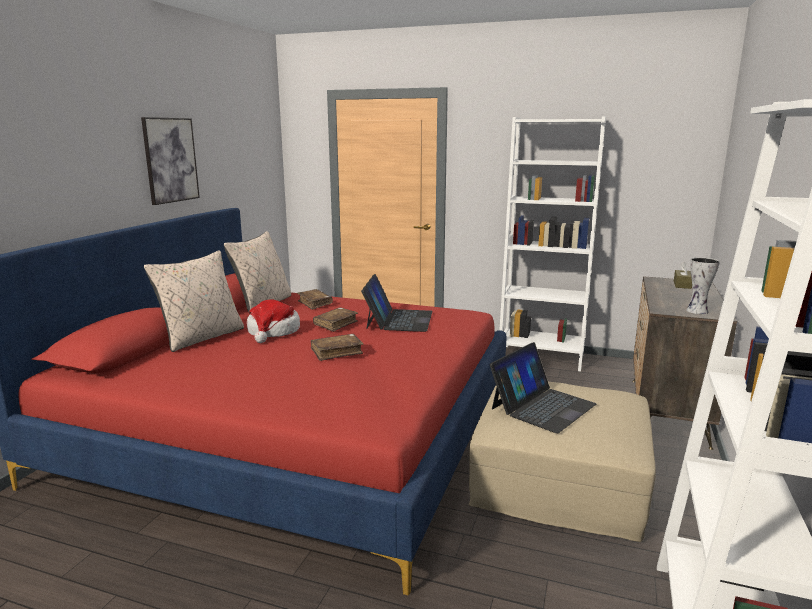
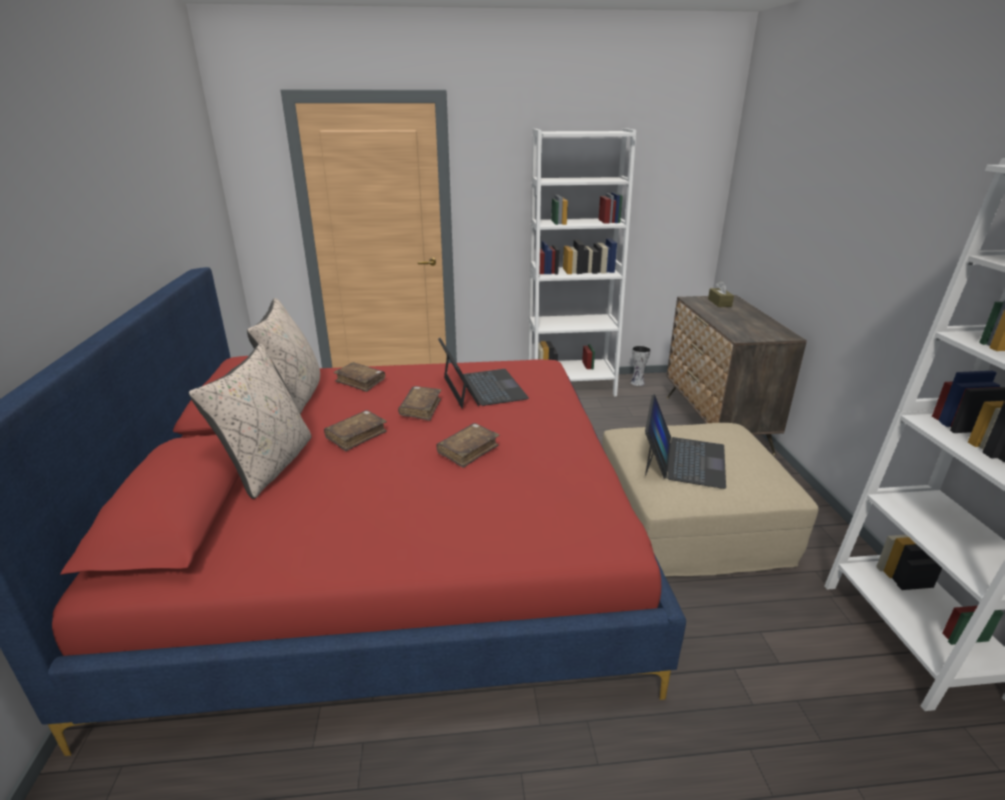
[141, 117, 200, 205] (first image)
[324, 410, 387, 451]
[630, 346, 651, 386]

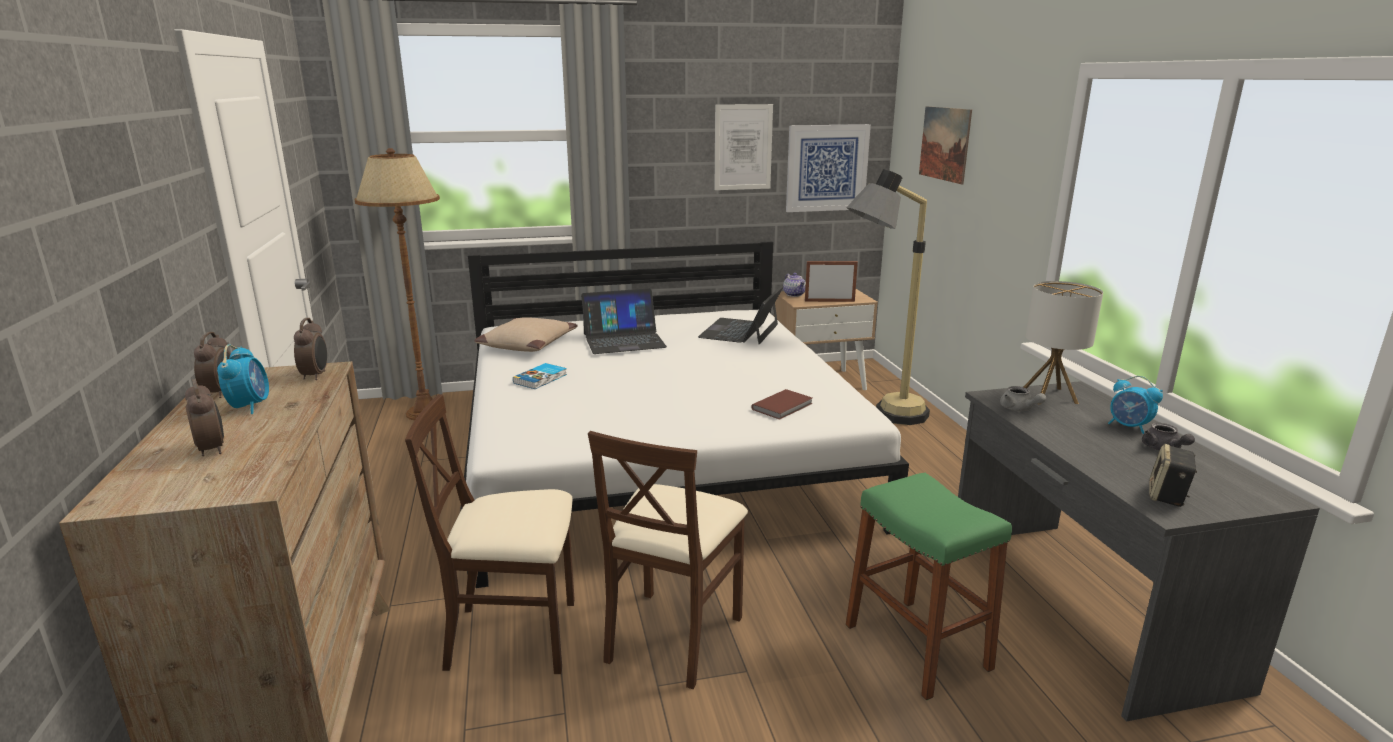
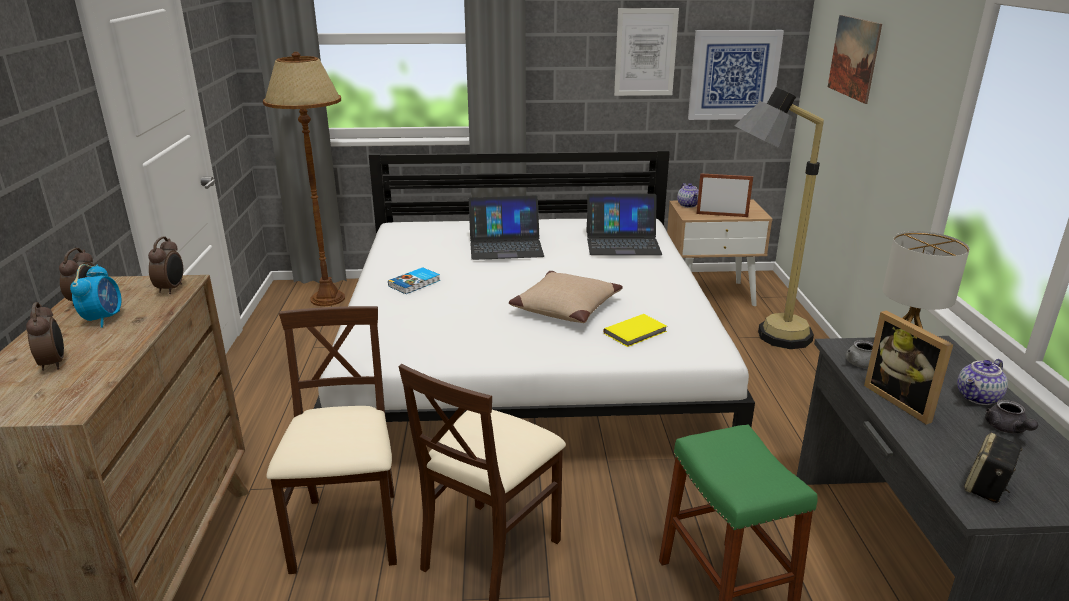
[267, 306, 397, 574]
[509, 271, 623, 323]
[586, 194, 662, 255]
[603, 314, 667, 347]
[957, 359, 1008, 405]
[864, 311, 953, 425]

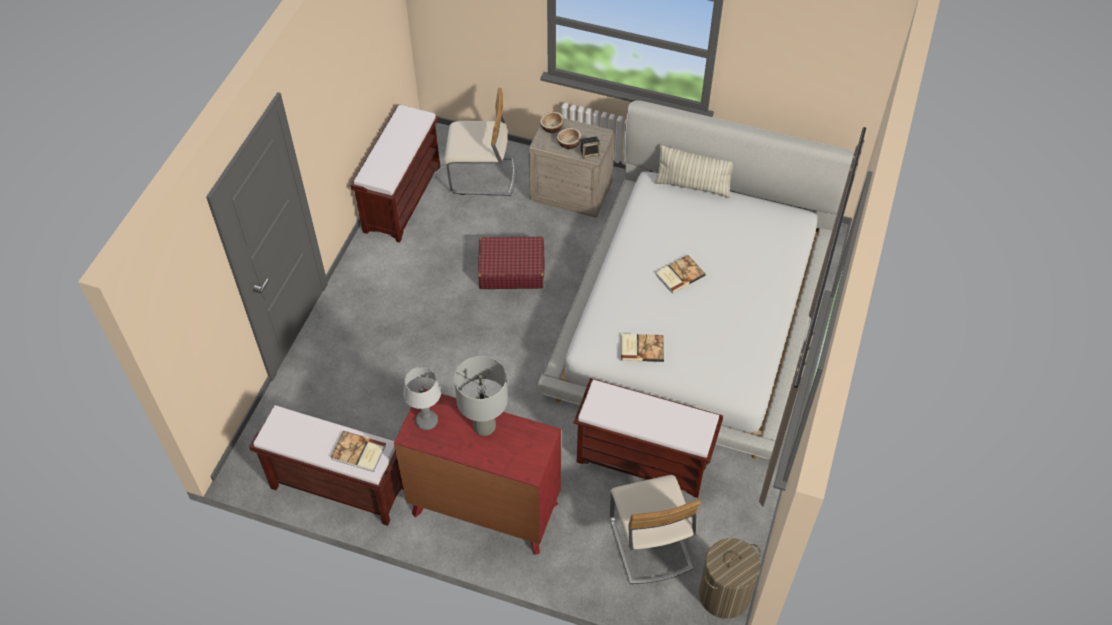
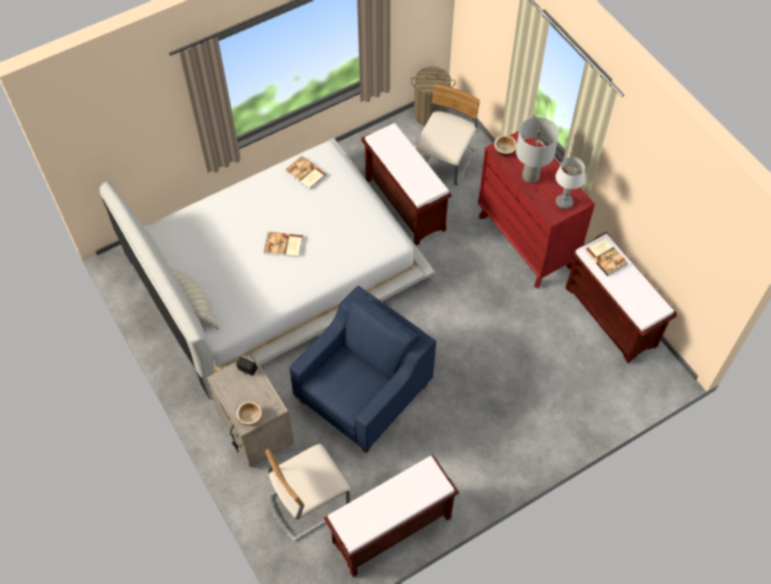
[266, 444, 350, 541]
[289, 286, 436, 453]
[494, 135, 517, 156]
[286, 156, 326, 189]

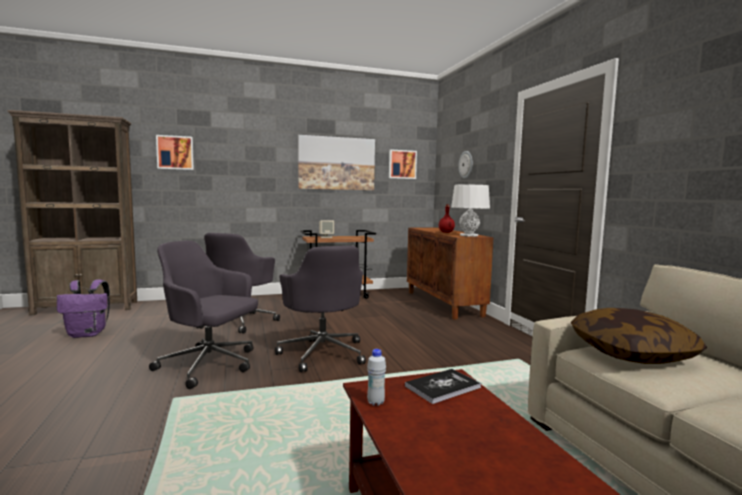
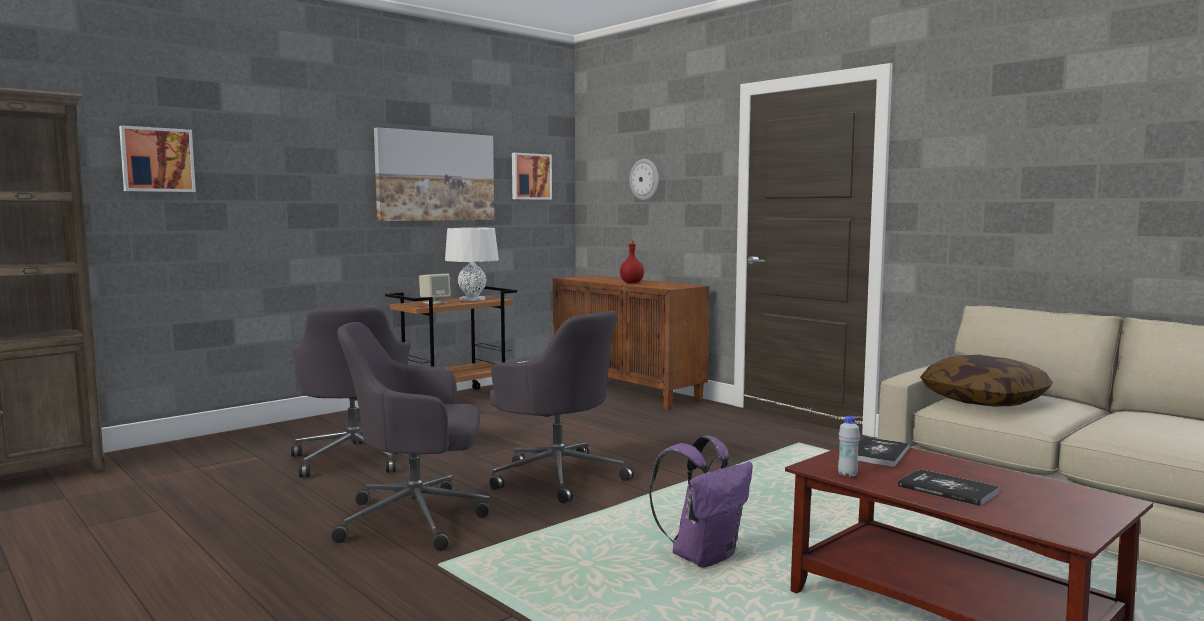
[649, 436, 753, 568]
[445, 228, 499, 301]
[898, 469, 999, 506]

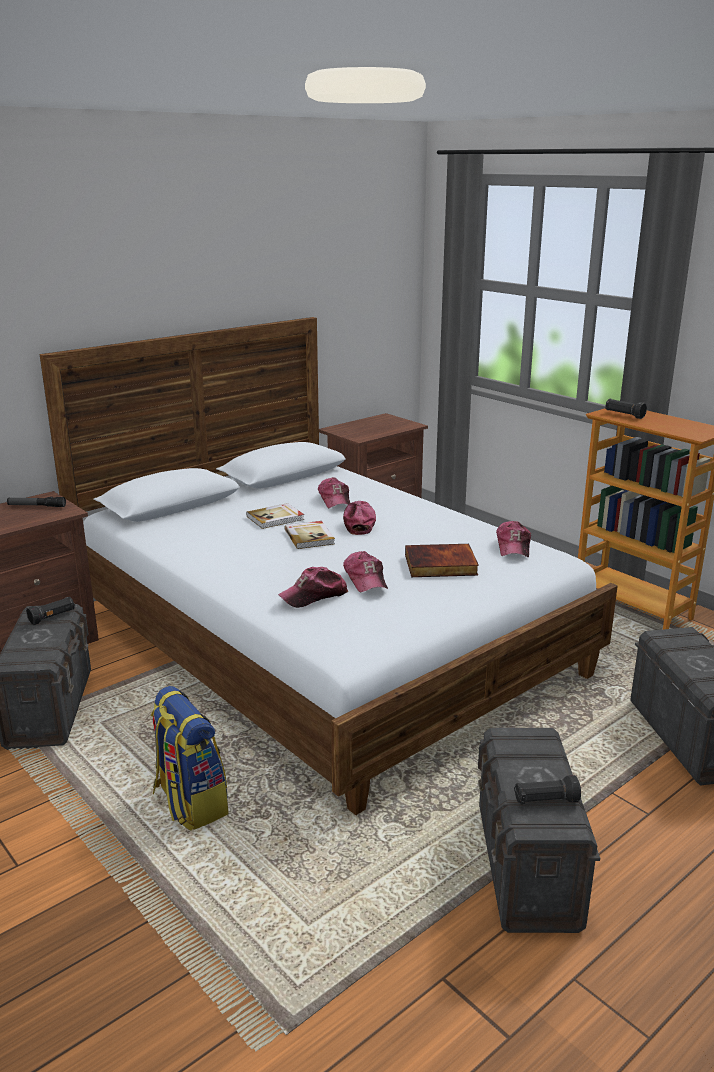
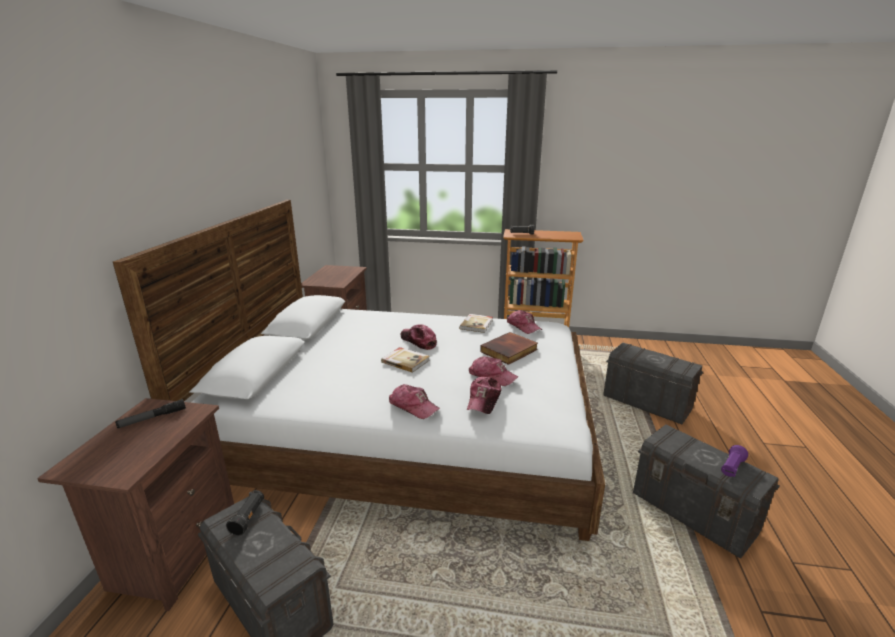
[151, 686, 228, 831] (first image)
[459, 314, 493, 333]
[389, 384, 440, 419]
[721, 445, 748, 477]

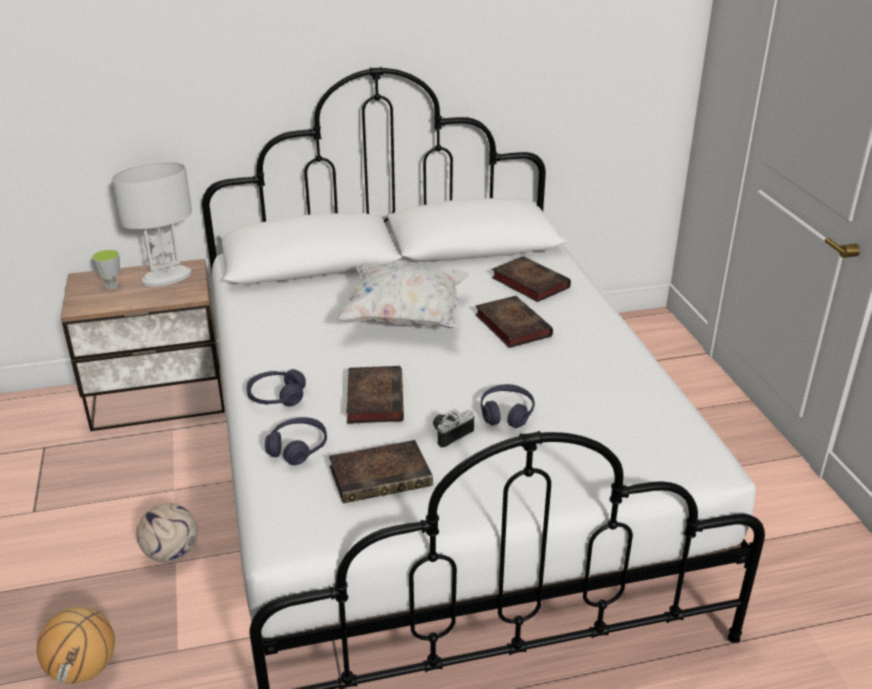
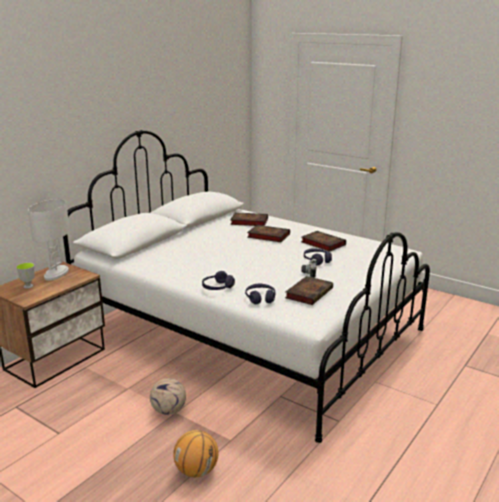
[335, 263, 469, 328] (first image)
[301, 231, 346, 252]

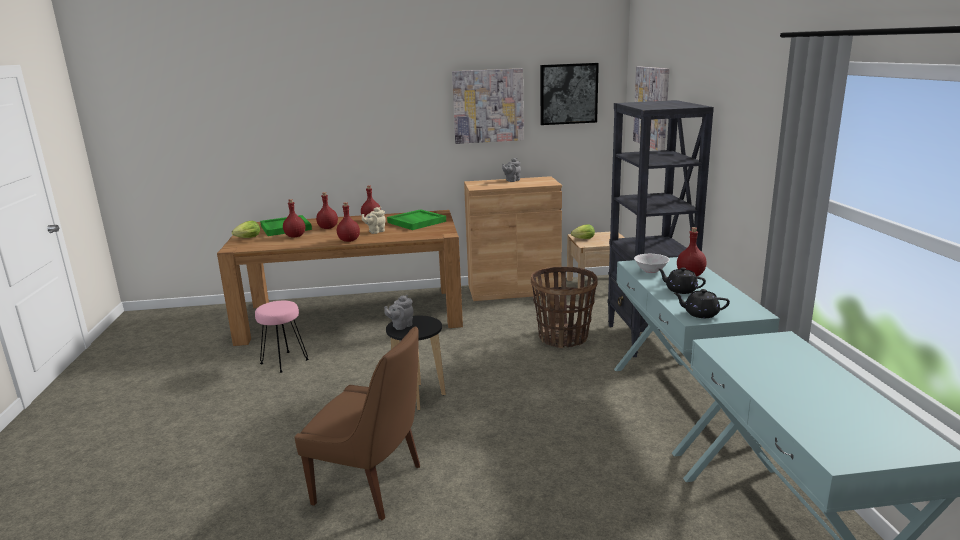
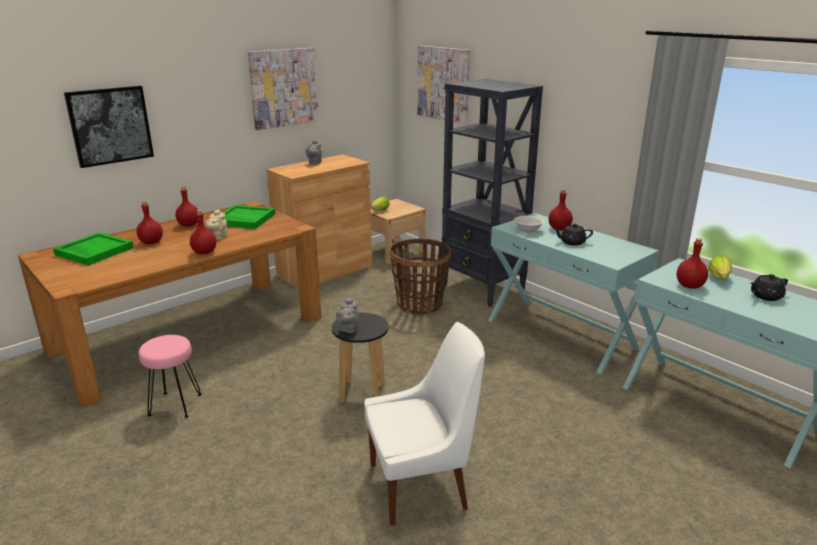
[708, 255, 732, 280]
[677, 238, 708, 289]
[364, 322, 485, 526]
[64, 86, 154, 168]
[751, 274, 788, 301]

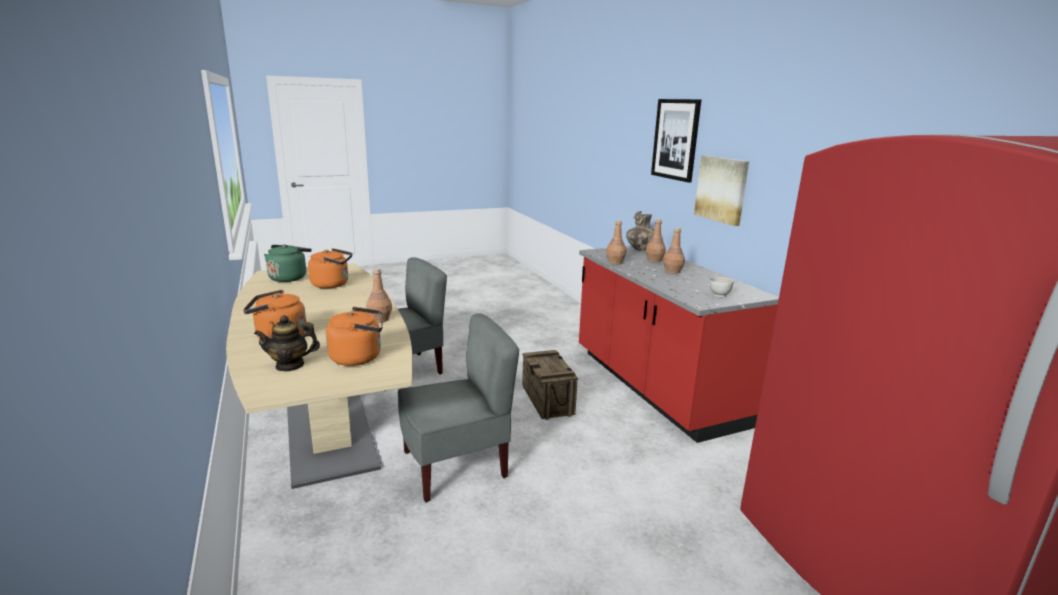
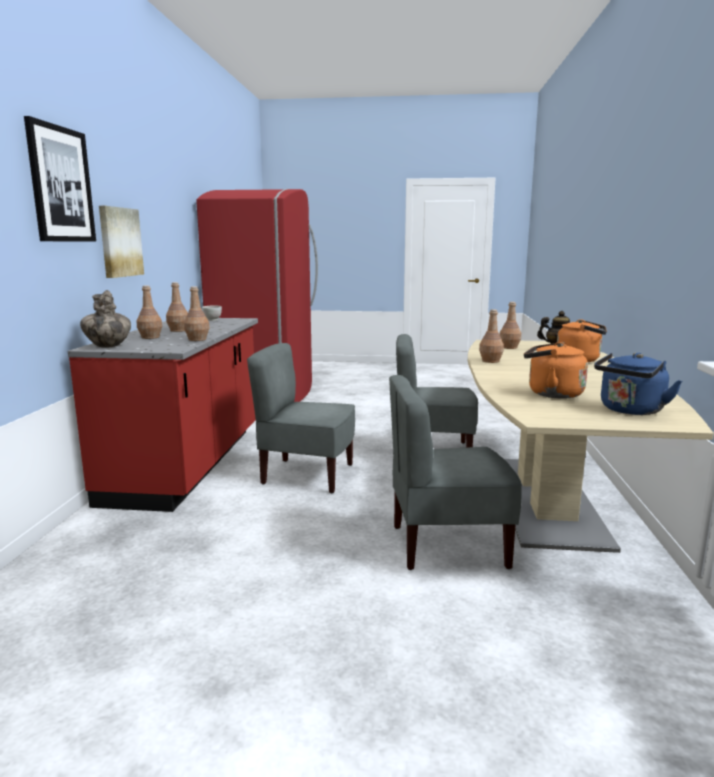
[594, 352, 682, 415]
[500, 302, 521, 349]
[247, 343, 355, 493]

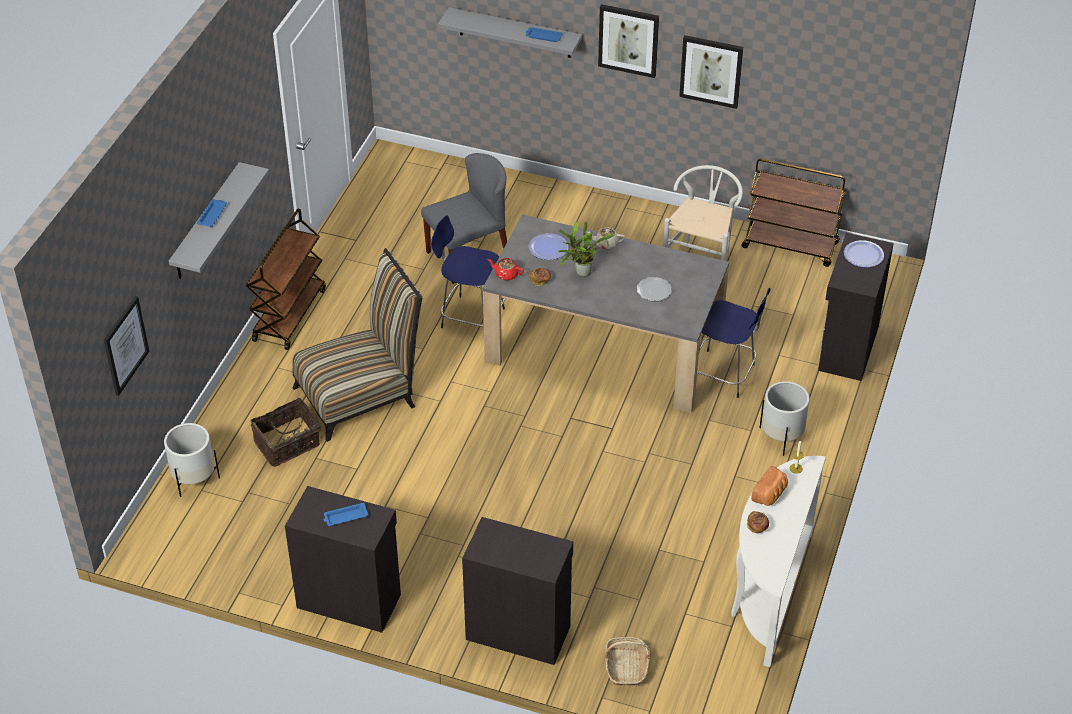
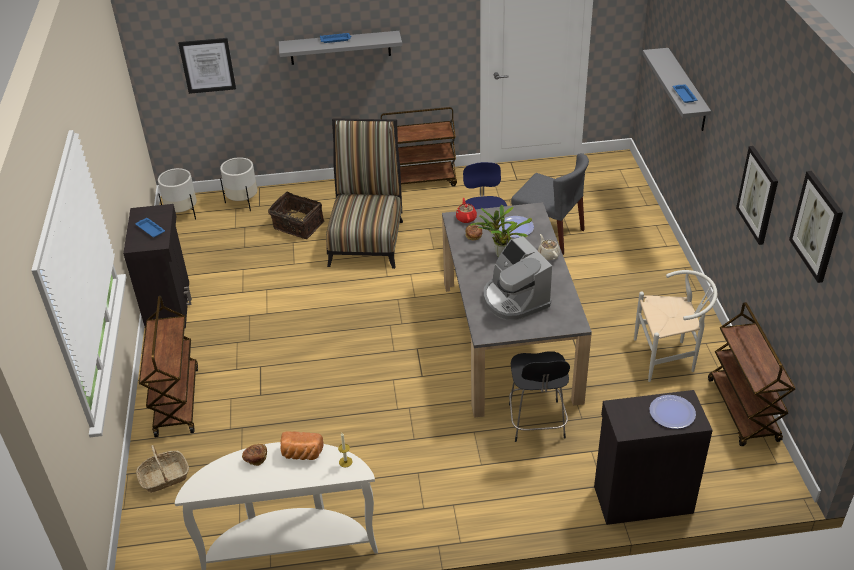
[326, 118, 403, 269]
[139, 296, 198, 438]
[789, 171, 843, 283]
[484, 236, 552, 321]
[509, 351, 570, 442]
[158, 168, 197, 220]

